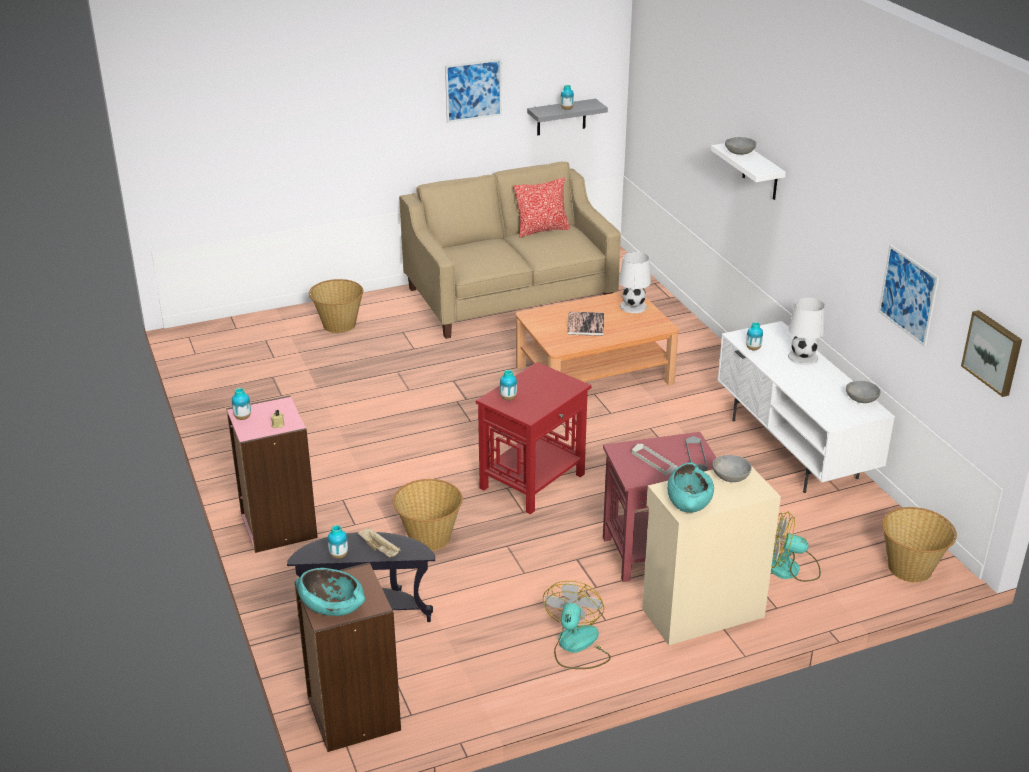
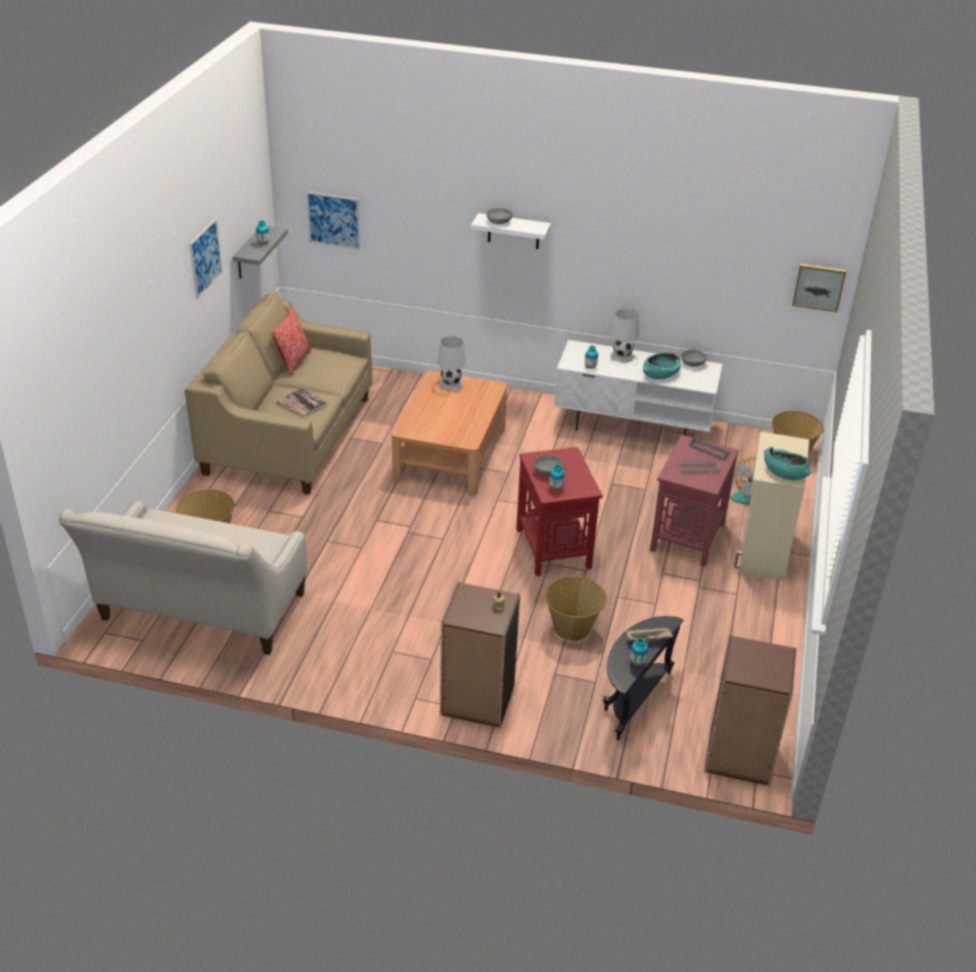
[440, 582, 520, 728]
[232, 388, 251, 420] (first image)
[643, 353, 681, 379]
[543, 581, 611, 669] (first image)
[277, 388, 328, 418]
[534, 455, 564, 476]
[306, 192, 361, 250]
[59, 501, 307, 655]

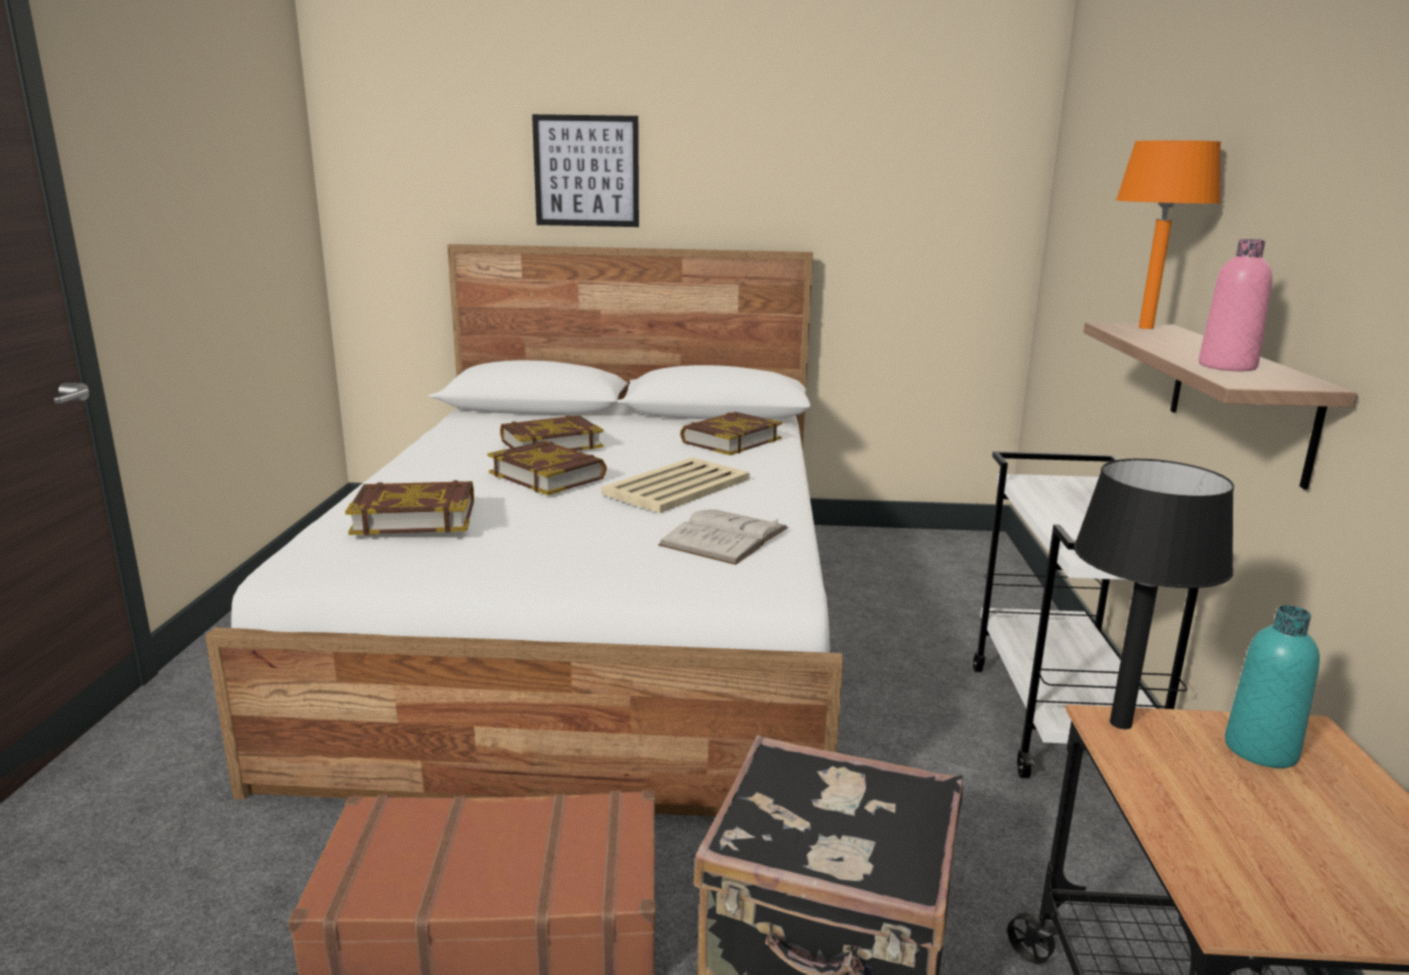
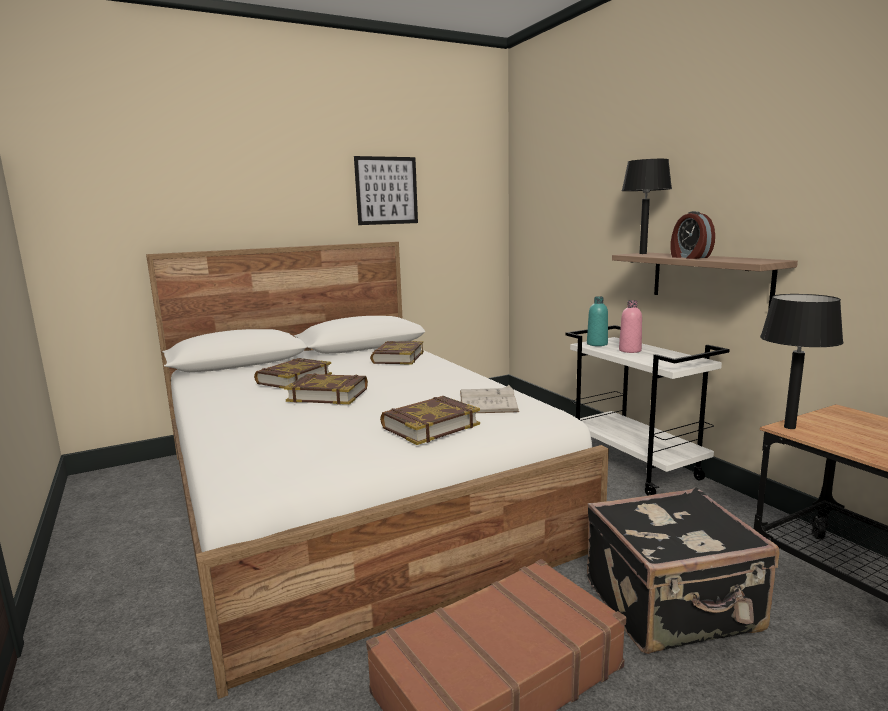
[380, 396, 480, 445]
[354, 156, 418, 225]
[601, 457, 750, 513] (first image)
[622, 159, 672, 254]
[619, 300, 642, 353]
[587, 296, 608, 346]
[670, 211, 715, 259]

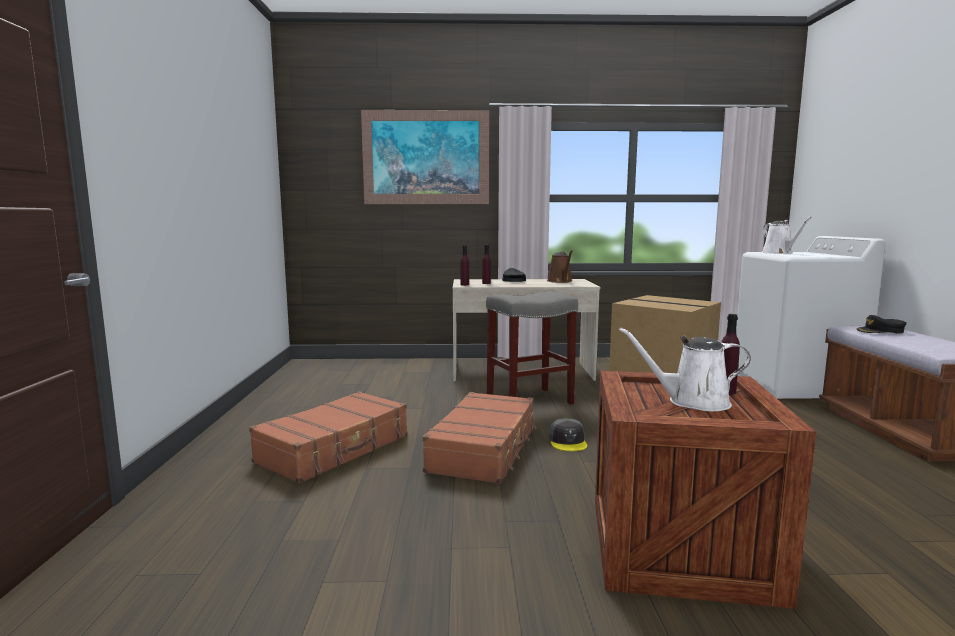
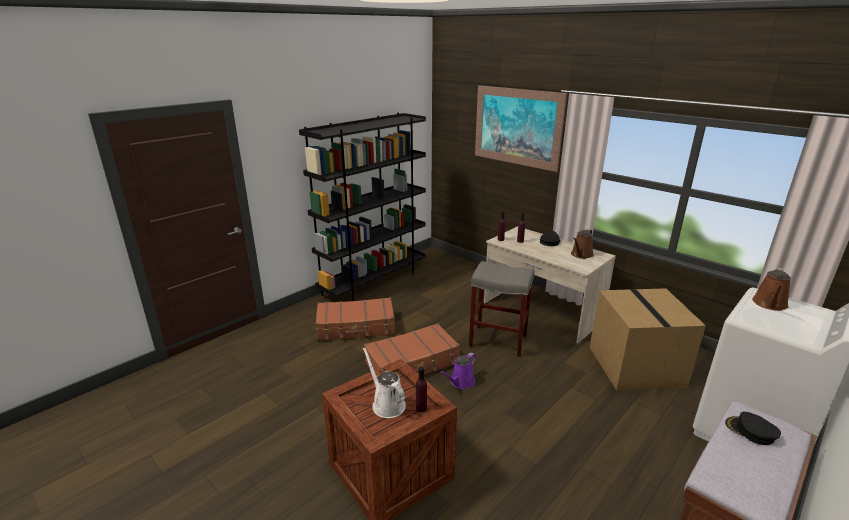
[440, 353, 476, 389]
[752, 268, 791, 311]
[299, 113, 426, 301]

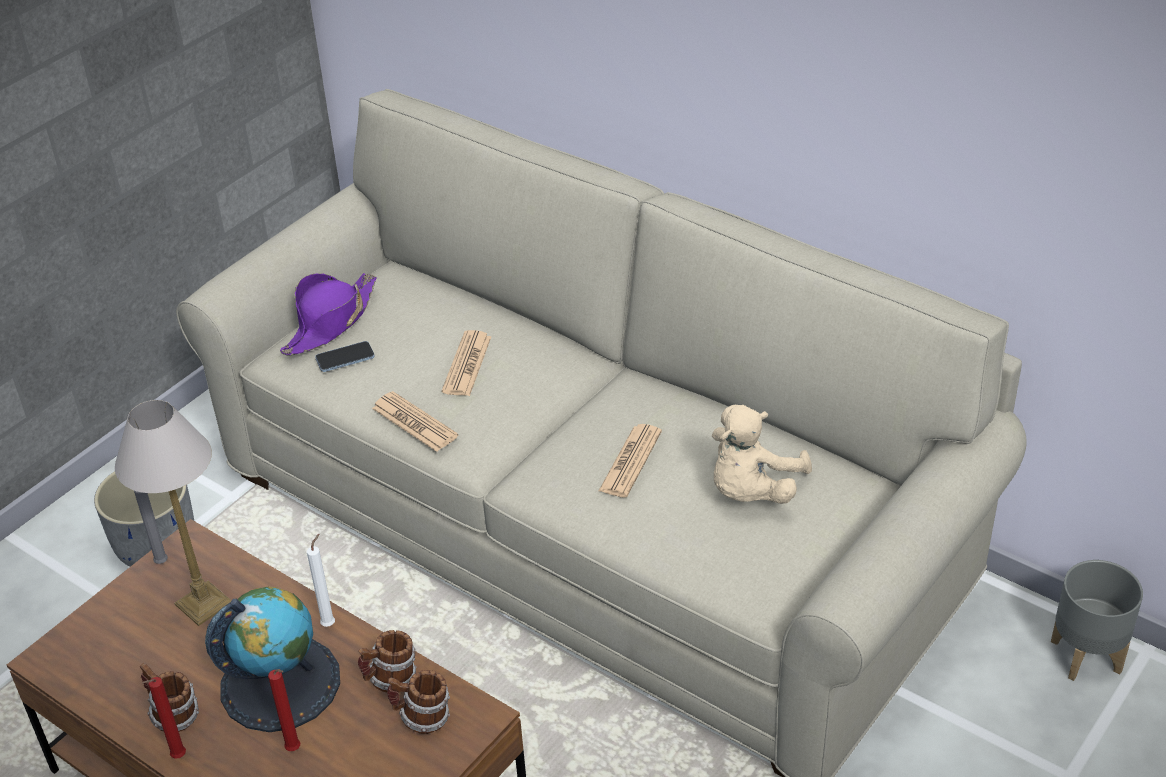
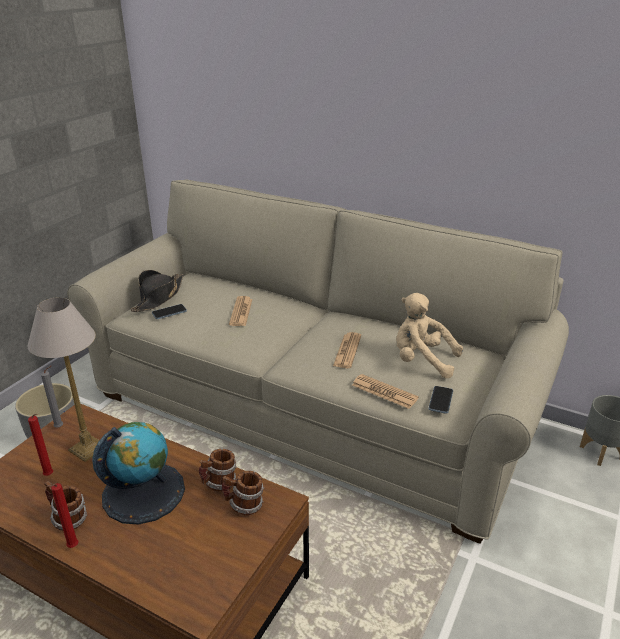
[28, 414, 53, 476]
[131, 270, 184, 312]
[307, 534, 335, 627] (first image)
[352, 374, 419, 409]
[396, 293, 463, 378]
[429, 386, 453, 414]

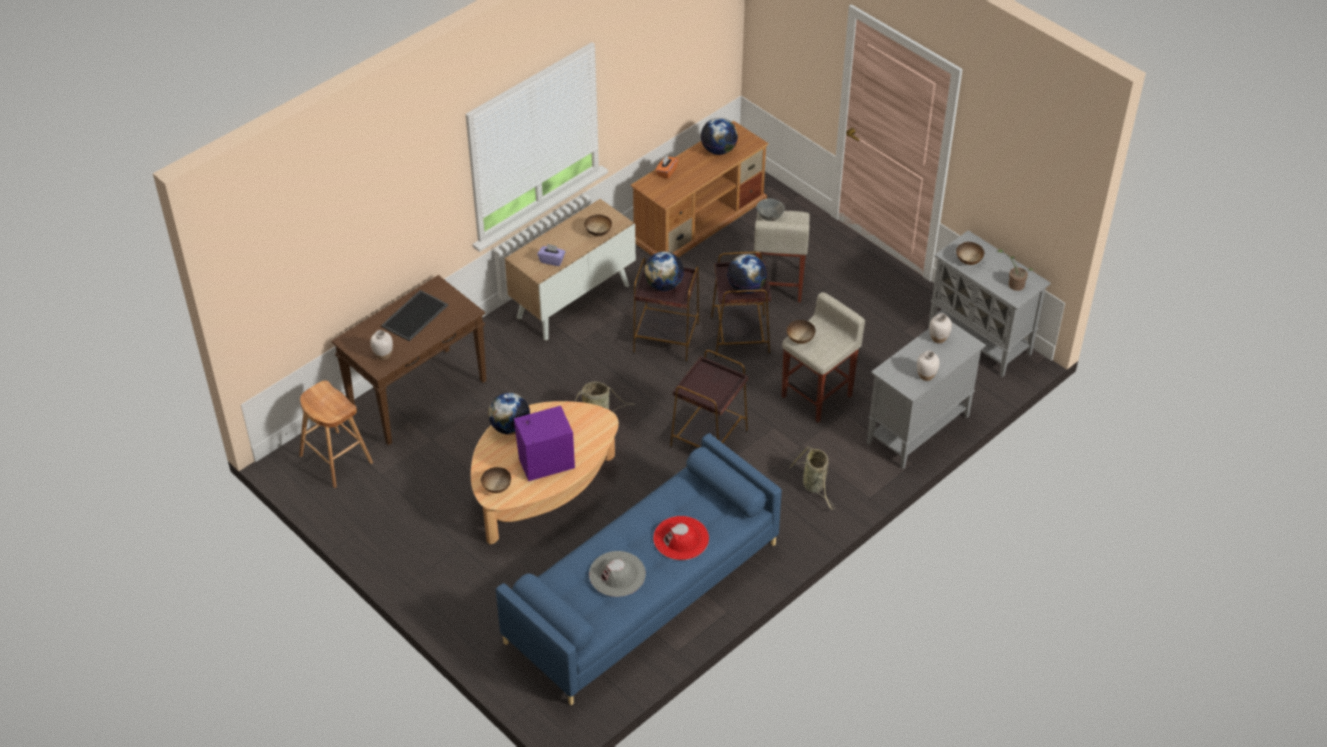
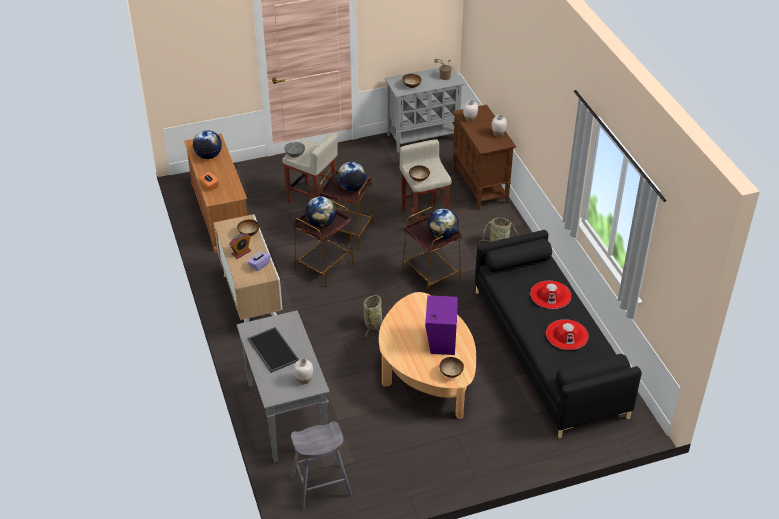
[291, 421, 352, 510]
[237, 310, 330, 463]
[428, 209, 459, 240]
[475, 230, 642, 438]
[546, 319, 589, 350]
[452, 105, 516, 210]
[229, 233, 251, 259]

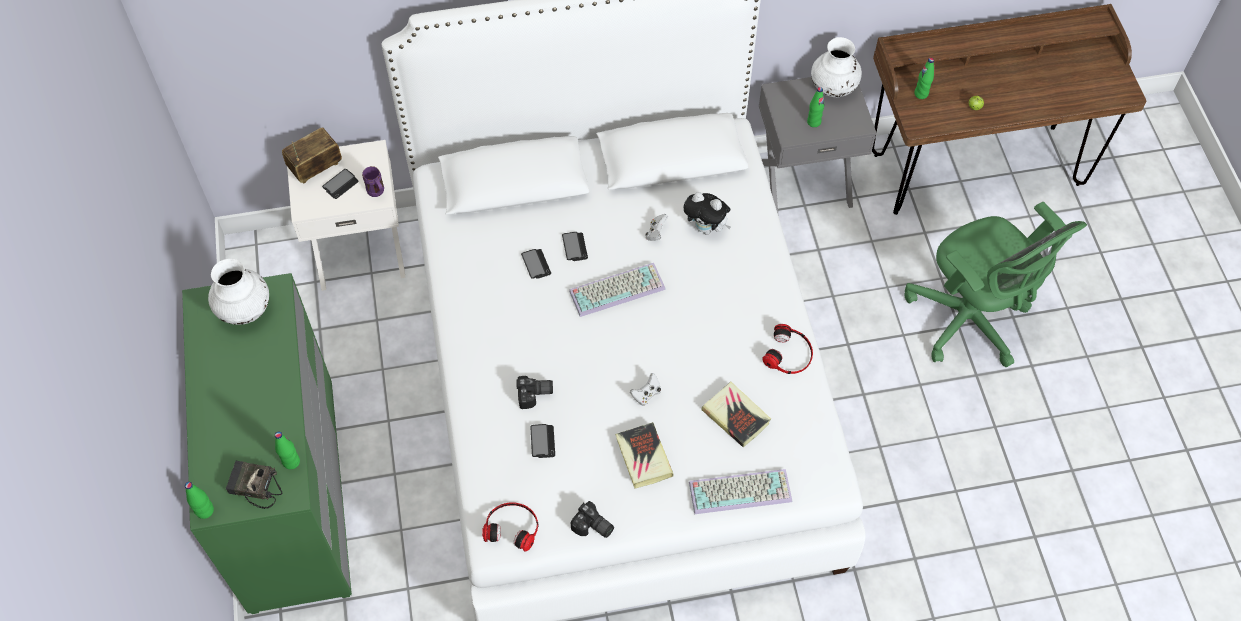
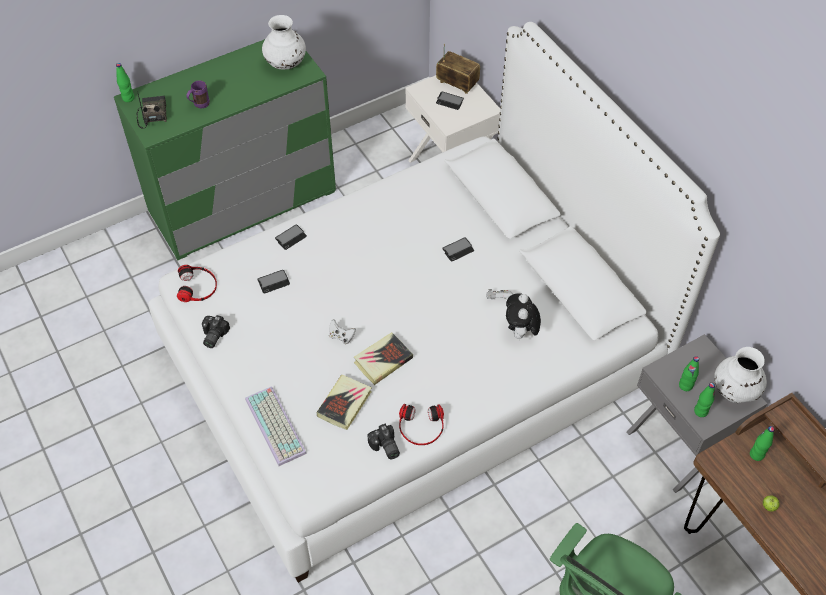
[694, 383, 715, 417]
[186, 80, 210, 108]
[368, 423, 400, 459]
[275, 225, 307, 250]
[569, 263, 666, 317] (first image)
[354, 332, 413, 385]

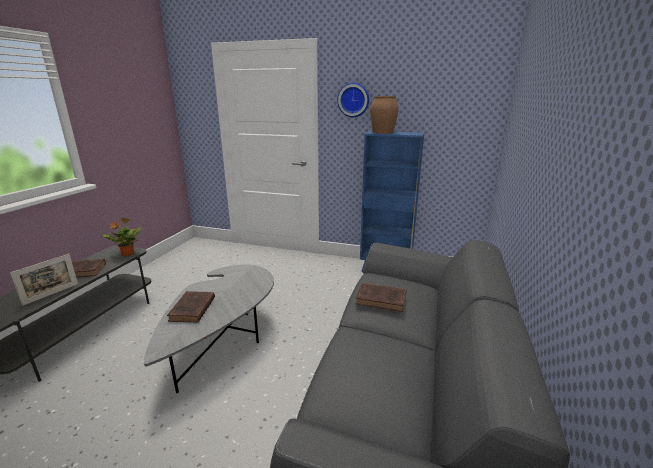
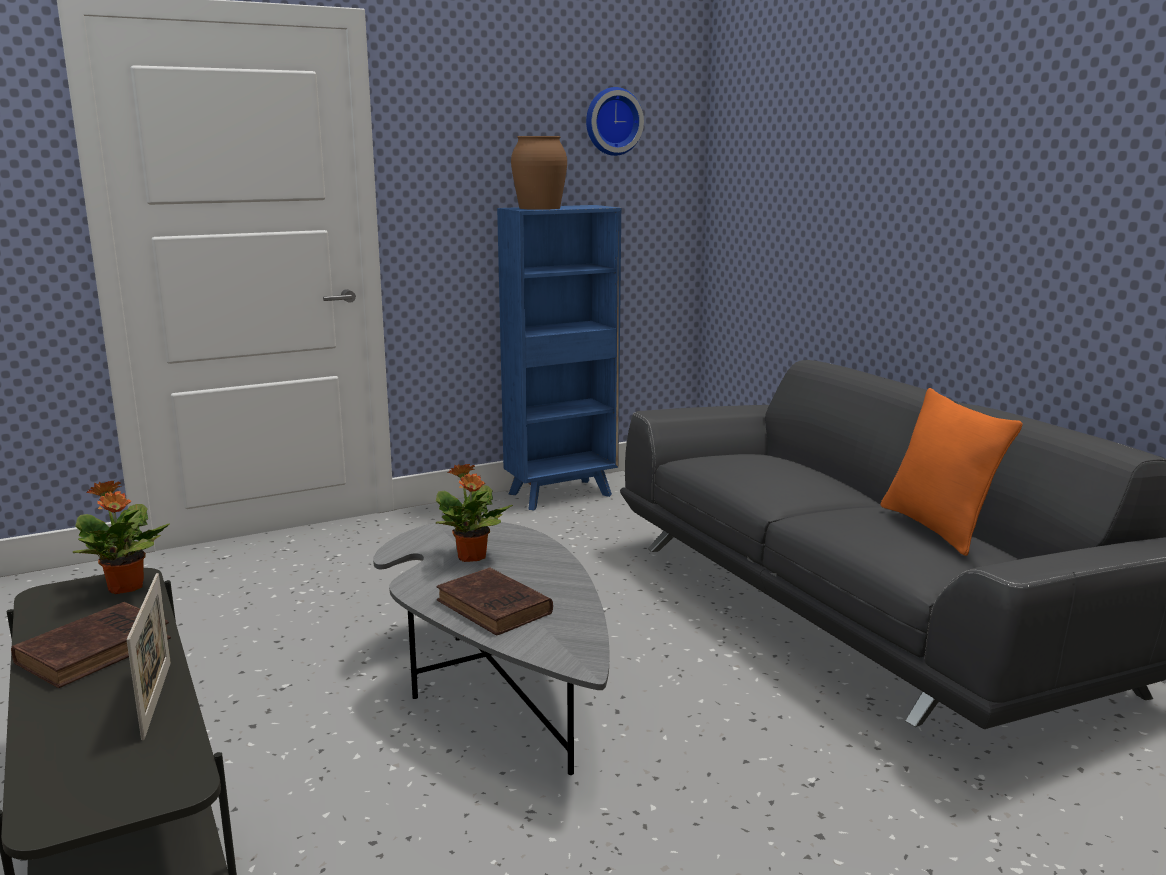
[586, 87, 644, 156]
[355, 283, 406, 312] (first image)
[436, 464, 513, 562]
[881, 388, 1023, 556]

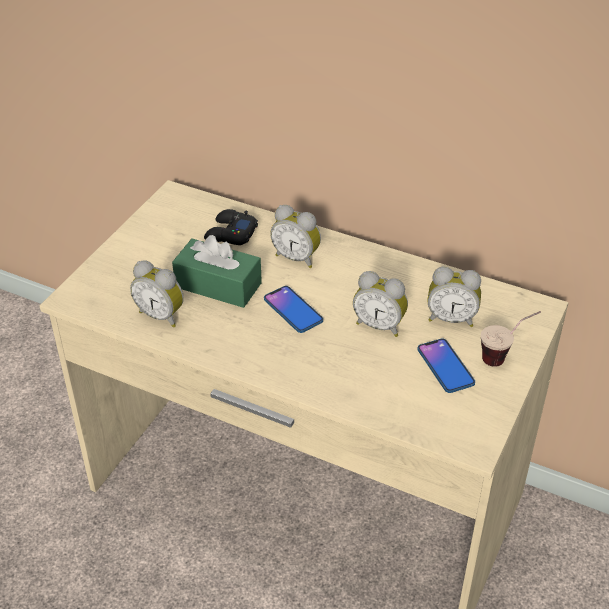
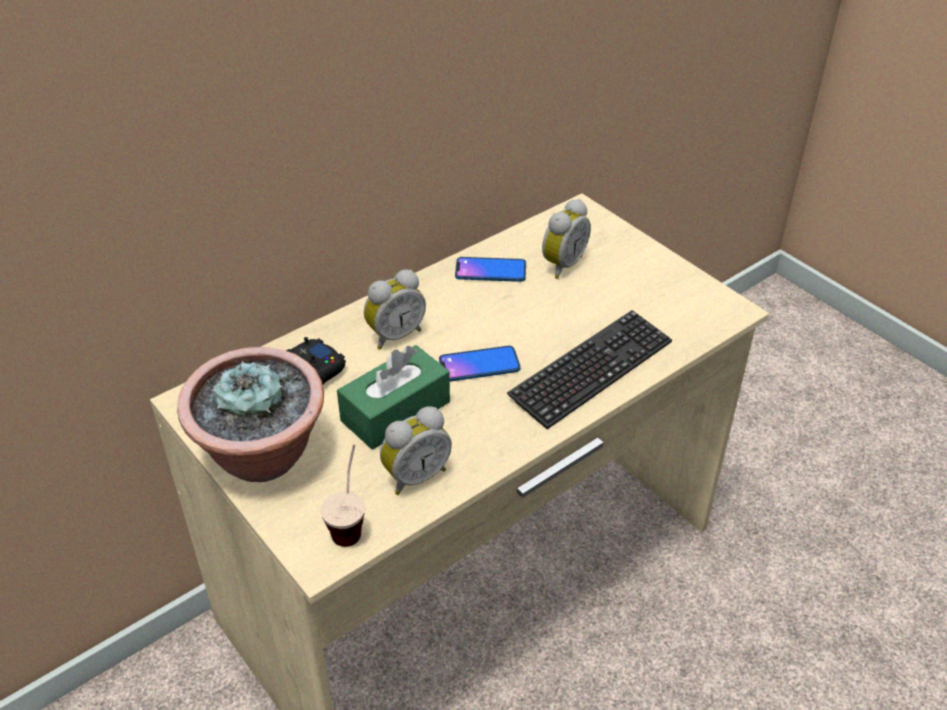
[353, 271, 408, 337] (first image)
[455, 257, 526, 282]
[321, 444, 365, 547]
[177, 347, 324, 482]
[507, 310, 672, 429]

